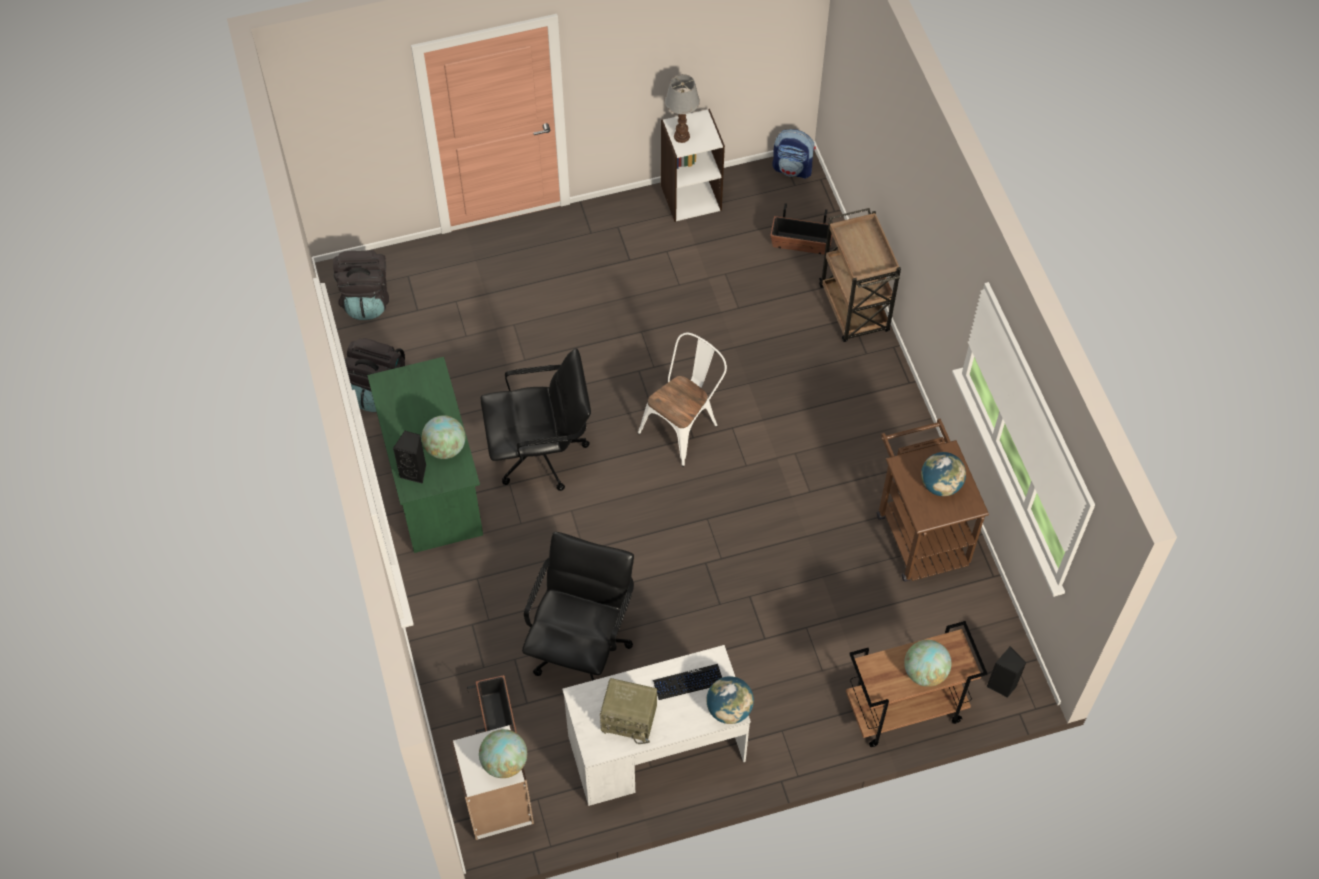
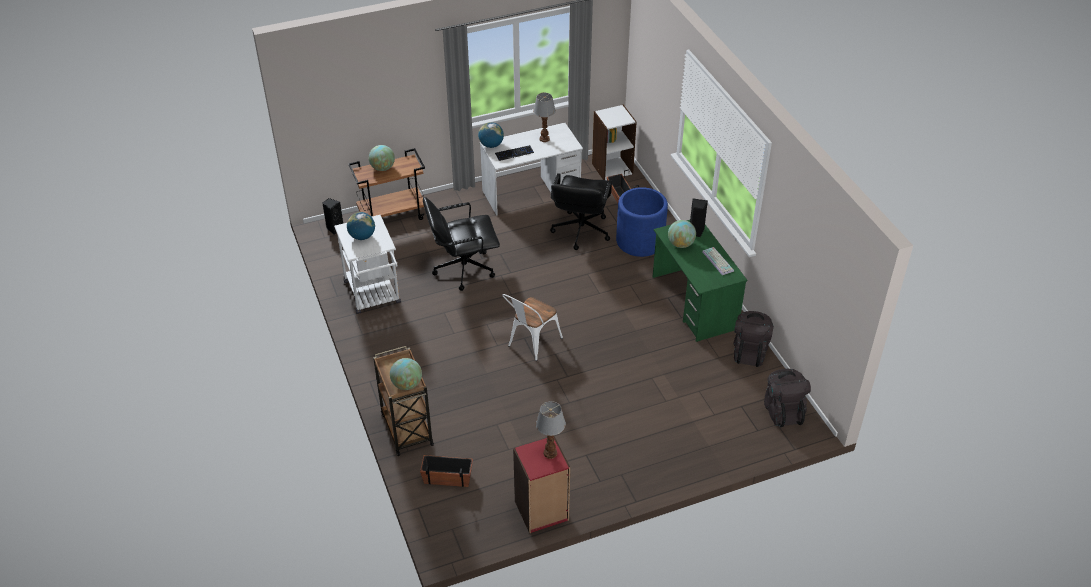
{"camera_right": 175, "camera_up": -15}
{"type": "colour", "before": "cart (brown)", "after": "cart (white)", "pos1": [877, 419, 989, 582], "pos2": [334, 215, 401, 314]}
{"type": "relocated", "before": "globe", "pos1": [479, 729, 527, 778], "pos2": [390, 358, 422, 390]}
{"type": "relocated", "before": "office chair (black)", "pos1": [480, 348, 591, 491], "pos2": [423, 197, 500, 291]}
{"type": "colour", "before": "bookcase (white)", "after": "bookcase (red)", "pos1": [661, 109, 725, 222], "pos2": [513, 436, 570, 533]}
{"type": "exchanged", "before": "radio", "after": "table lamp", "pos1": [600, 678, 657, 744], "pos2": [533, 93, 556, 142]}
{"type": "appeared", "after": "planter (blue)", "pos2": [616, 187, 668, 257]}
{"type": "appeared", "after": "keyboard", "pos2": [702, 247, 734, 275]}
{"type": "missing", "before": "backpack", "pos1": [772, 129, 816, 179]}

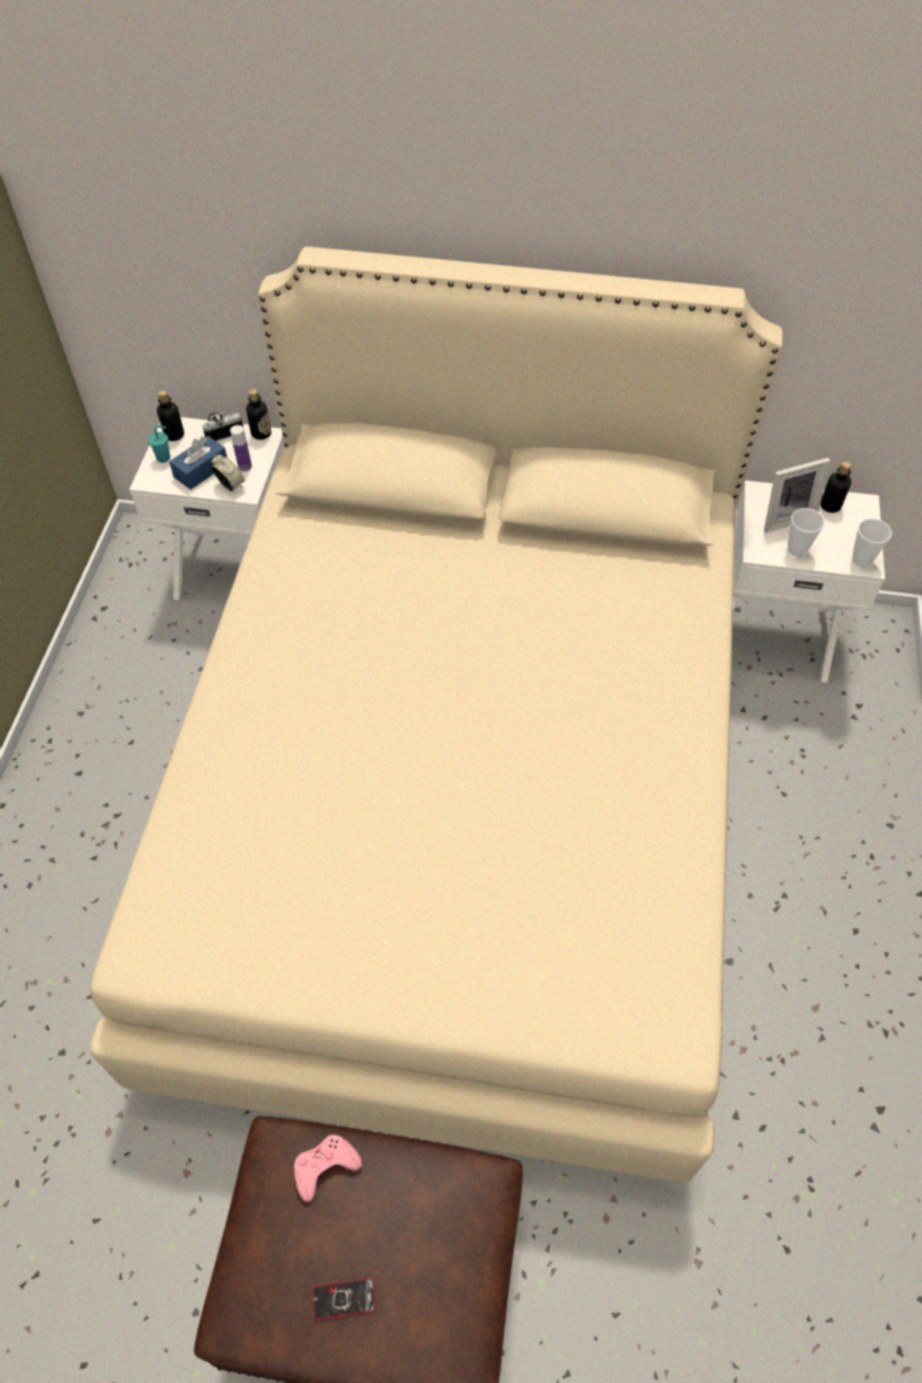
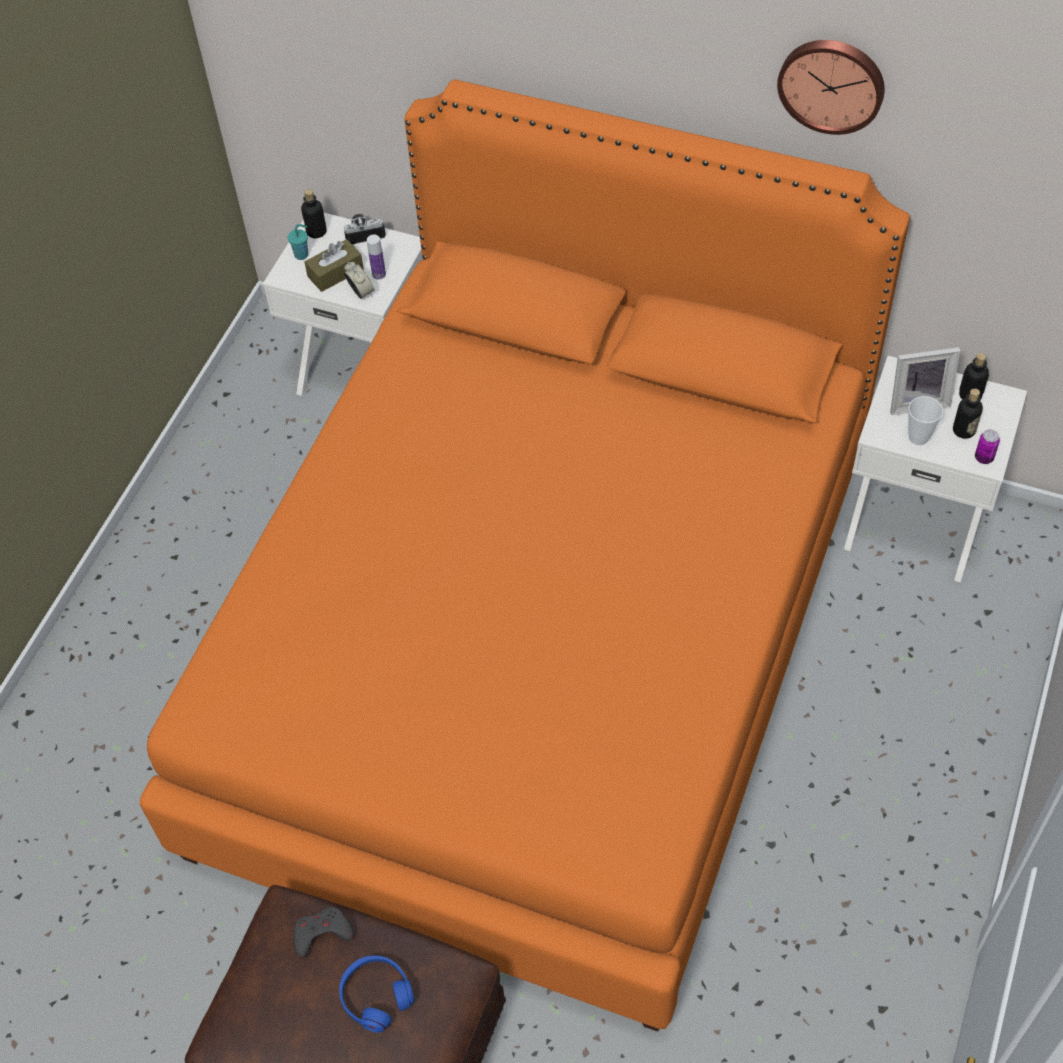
{"camera_right": 15, "camera_up": 0}
{"type": "colour", "before": "bed (beige)", "after": "bed (orange)", "pos1": [90, 246, 783, 1183], "pos2": [140, 79, 910, 1032]}
{"type": "colour", "before": "game controller (pink)", "after": "game controller (grey)", "pos1": [294, 1135, 362, 1202], "pos2": [293, 907, 354, 958]}
{"type": "colour", "before": "tissue box (blue)", "after": "tissue box (brown)", "pos1": [169, 436, 227, 490], "pos2": [304, 239, 364, 292]}
{"type": "appeared", "after": "headphones (blue)", "pos2": [339, 956, 414, 1033]}
{"type": "appeared", "after": "wall clock", "pos2": [777, 40, 885, 135]}
{"type": "relocated", "before": "bottle", "pos1": [246, 389, 271, 440], "pos2": [953, 388, 983, 439]}
{"type": "exchanged", "before": "cup", "after": "can", "pos1": [852, 519, 892, 568], "pos2": [975, 429, 1000, 464]}
{"type": "missing", "before": "phone", "pos1": [312, 1278, 376, 1320]}

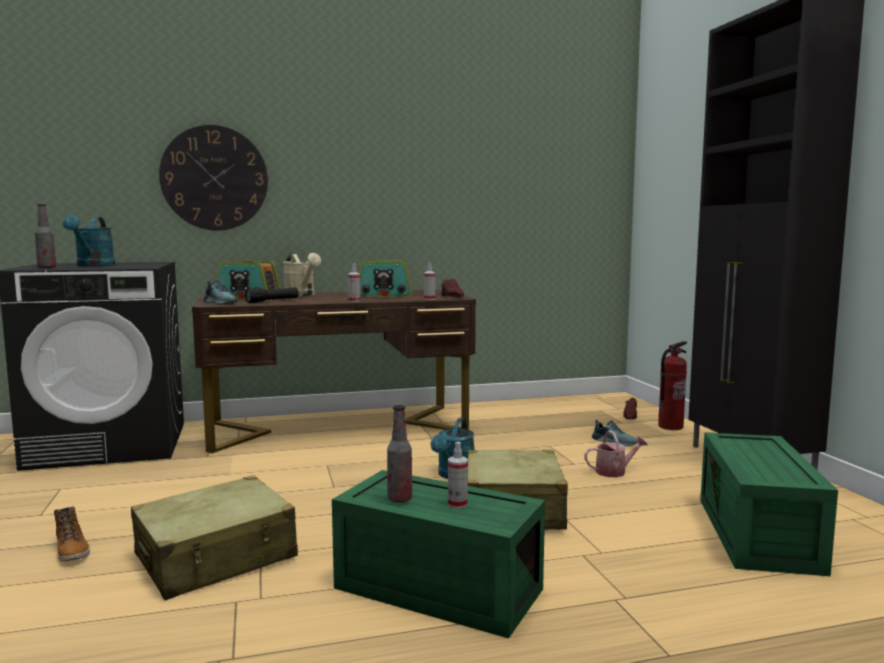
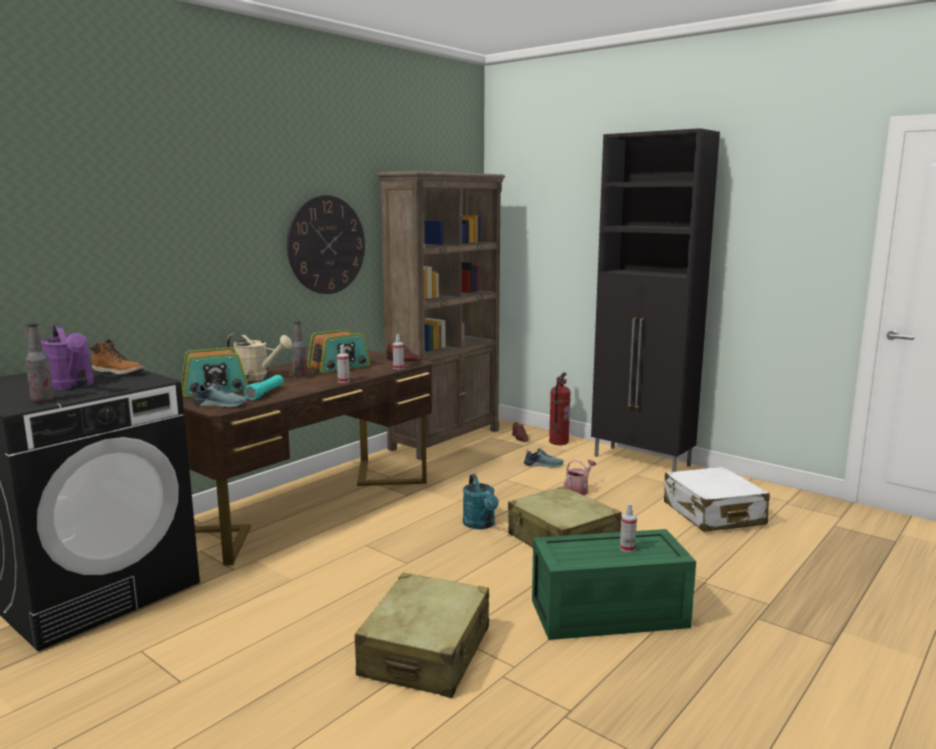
{"camera_right": -35, "camera_up": 5}
{"type": "colour", "before": "watering can (turquoise)", "after": "watering can (purple)", "pos1": [62, 215, 115, 266], "pos2": [41, 324, 94, 390]}
{"type": "relocated", "before": "boot", "pos1": [54, 507, 90, 562], "pos2": [90, 339, 144, 375]}
{"type": "colour", "before": "flashlight (black)", "after": "flashlight (turquoise)", "pos1": [245, 288, 299, 303], "pos2": [244, 375, 284, 400]}
{"type": "relocated", "before": "wall clock", "pos1": [159, 125, 268, 230], "pos2": [287, 195, 365, 294]}
{"type": "relocated", "before": "bottle", "pos1": [387, 405, 412, 503], "pos2": [292, 321, 307, 377]}
{"type": "appeared", "after": "bookcase (brown)", "pos2": [377, 171, 505, 460]}
{"type": "exchanged", "before": "storage box (green)", "after": "suitcase (white)", "pos1": [700, 432, 838, 576], "pos2": [664, 467, 770, 532]}

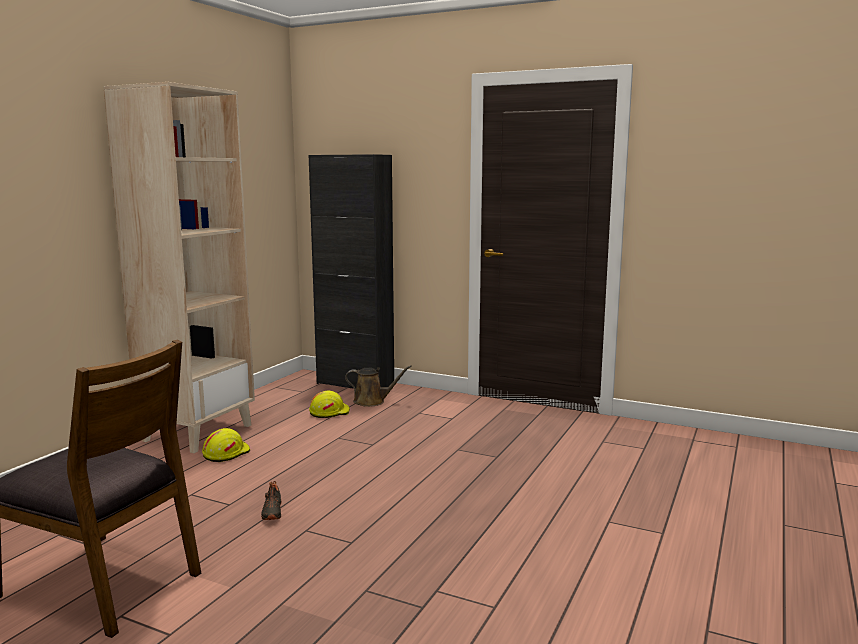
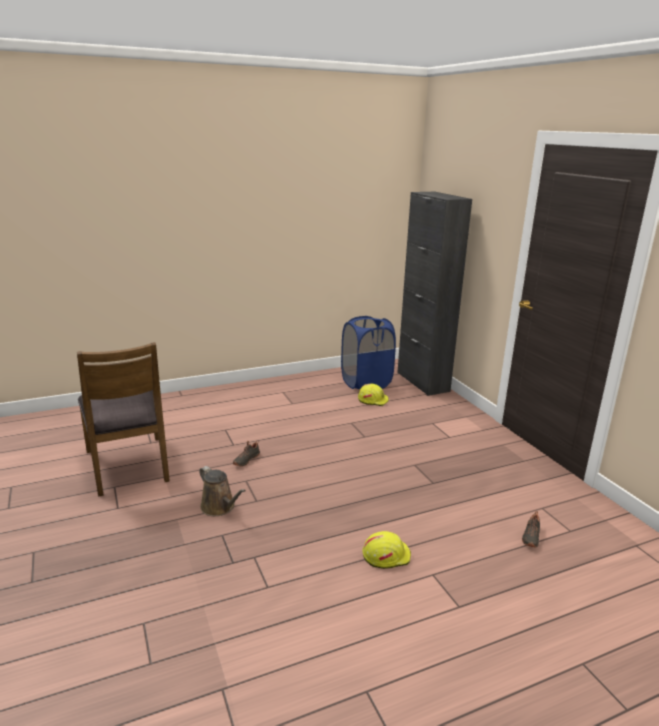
{"camera_right": 40, "camera_up": 10}
{"type": "relocated", "before": "watering can (brown)", "pos1": [345, 365, 412, 407], "pos2": [199, 466, 246, 516]}
{"type": "appeared", "after": "laundry basket (blue)", "pos2": [341, 316, 396, 389]}
{"type": "relocated", "before": "hard hat (yellow)", "pos1": [202, 428, 250, 462], "pos2": [363, 531, 411, 569]}
{"type": "appeared", "after": "shoe (black)", "pos2": [522, 511, 540, 548]}
{"type": "missing", "before": "bookcase (beige)", "pos1": [103, 82, 255, 453]}

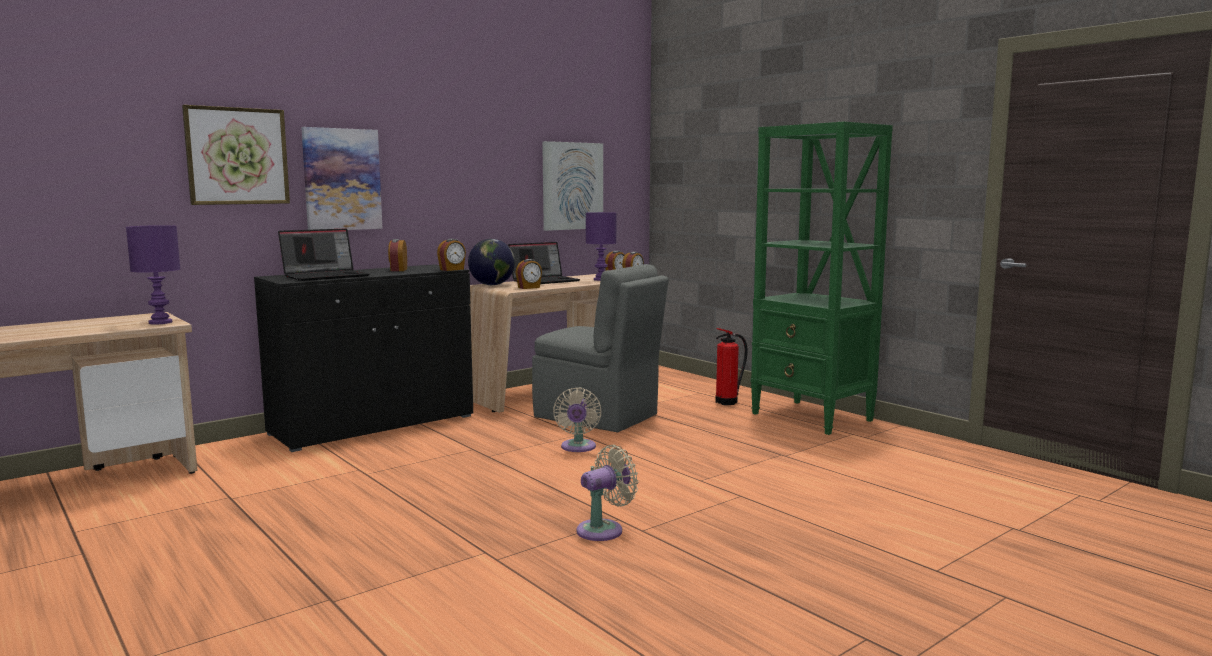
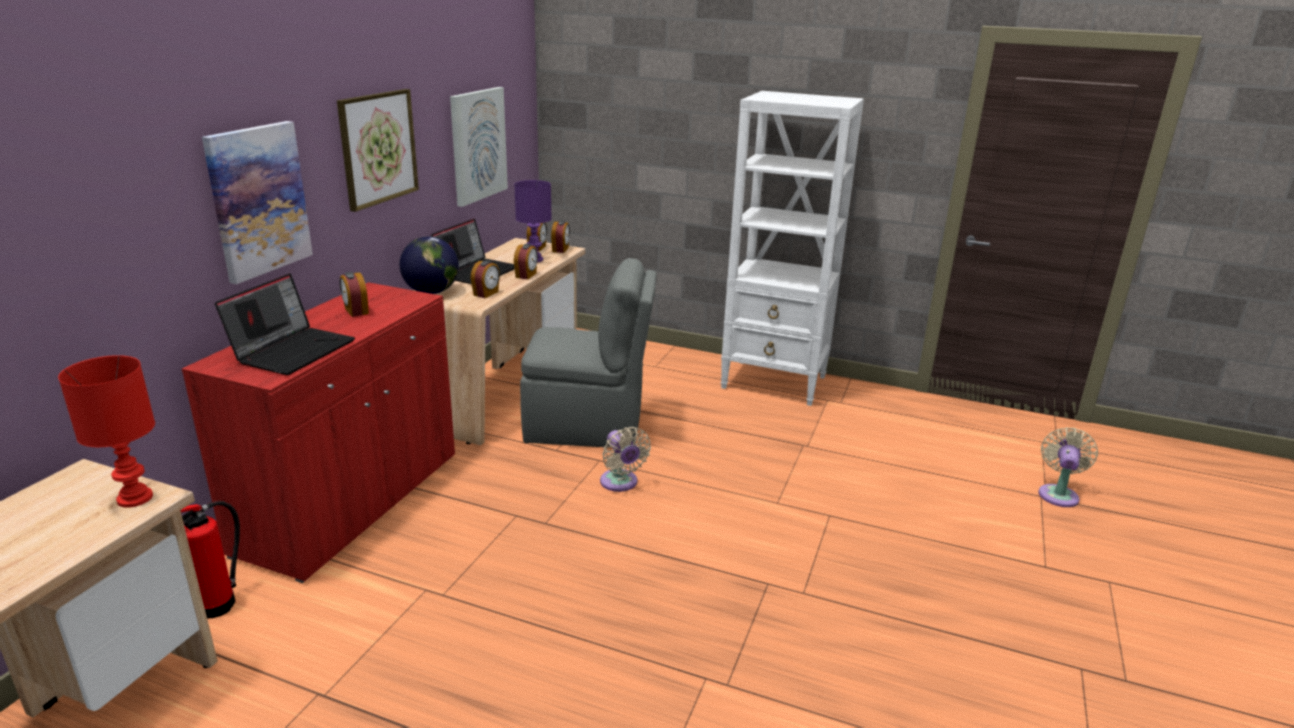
{"camera_right": -30, "camera_up": 15}
{"type": "colour", "before": "table lamp (purple)", "after": "table lamp (red)", "pos1": [126, 225, 180, 325], "pos2": [58, 355, 155, 508]}
{"type": "relocated", "before": "fire extinguisher", "pos1": [715, 328, 748, 405], "pos2": [180, 501, 240, 618]}
{"type": "colour", "before": "cabinet (black)", "after": "cabinet (red)", "pos1": [254, 264, 473, 452], "pos2": [182, 282, 455, 583]}
{"type": "relocated", "before": "picture", "pos1": [182, 105, 290, 205], "pos2": [337, 89, 419, 212]}
{"type": "relocated", "before": "alarm clock", "pos1": [437, 239, 466, 271], "pos2": [514, 244, 538, 279]}
{"type": "colour", "before": "bookcase (green)", "after": "bookcase (white)", "pos1": [751, 122, 893, 435], "pos2": [721, 91, 864, 406]}
{"type": "relocated", "before": "fan (beige)", "pos1": [576, 444, 639, 541], "pos2": [1038, 427, 1098, 507]}

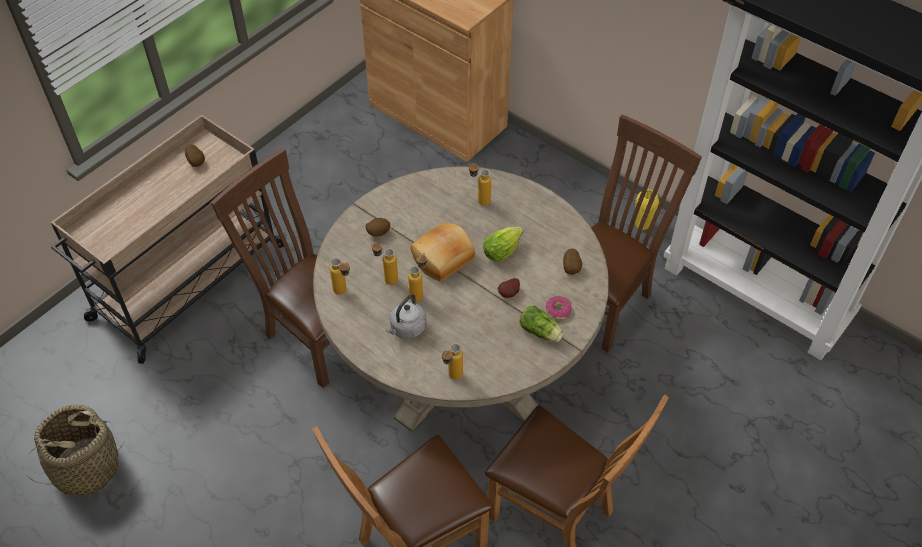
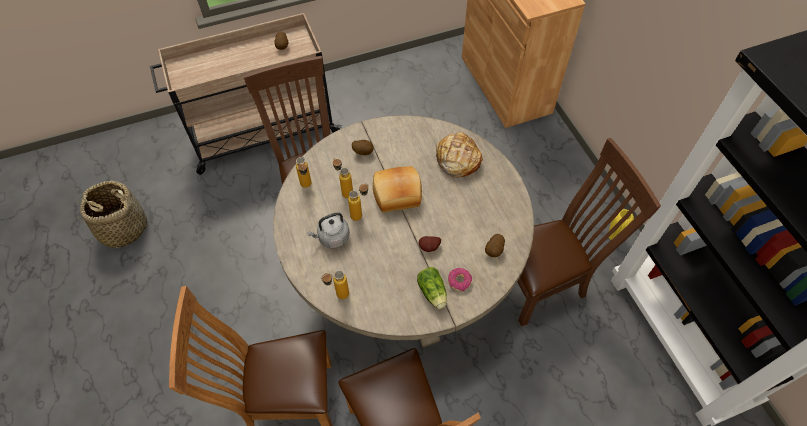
{"camera_right": 30, "camera_up": 5}
{"type": "exchanged", "before": "bottle", "after": "bread", "pos1": [468, 163, 491, 206], "pos2": [434, 132, 483, 177]}
{"type": "missing", "before": "lettuce", "pos1": [483, 227, 523, 262]}

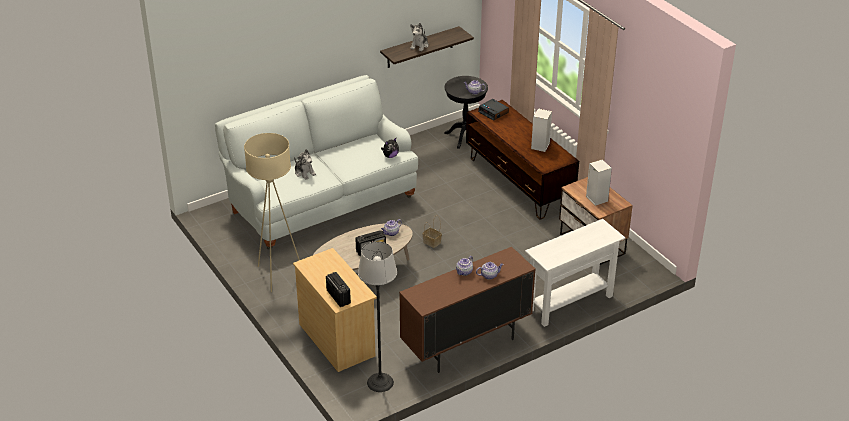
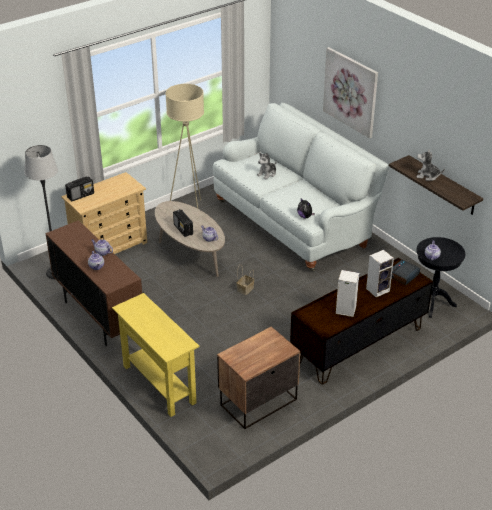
{"camera_right": 85, "camera_up": 0}
{"type": "colour", "before": "console table (white)", "after": "console table (yellow)", "pos1": [525, 219, 625, 327], "pos2": [112, 293, 199, 417]}
{"type": "appeared", "after": "picture", "pos2": [323, 47, 378, 138]}
{"type": "relocated", "before": "speaker", "pos1": [586, 159, 612, 206], "pos2": [366, 250, 394, 297]}

